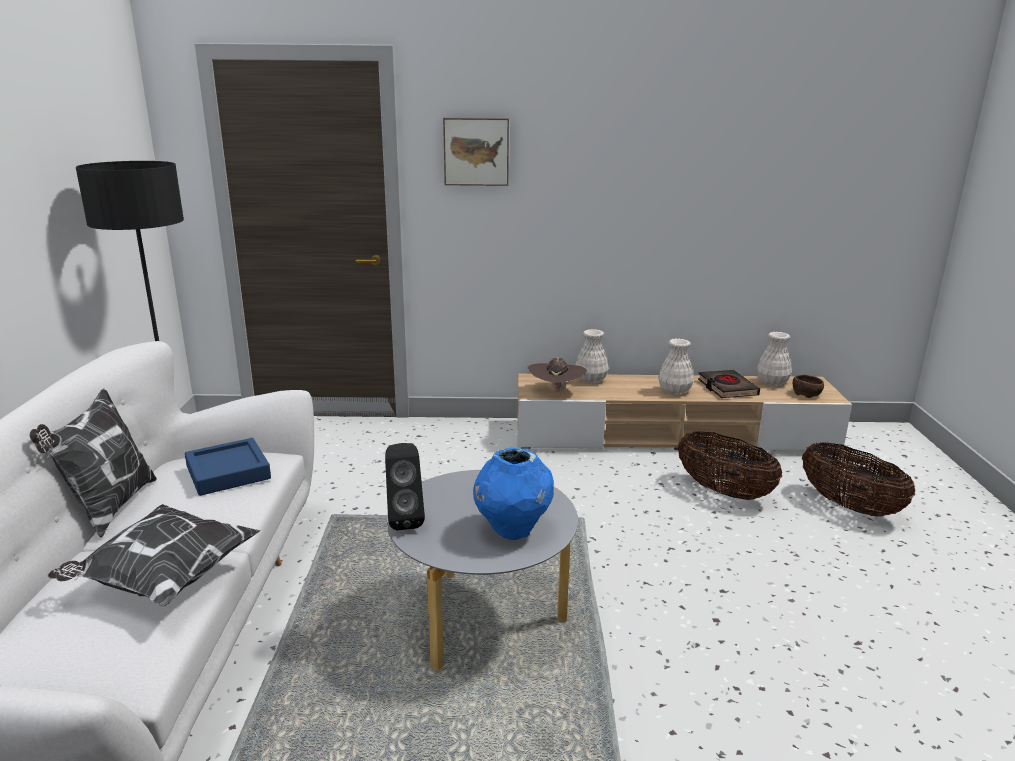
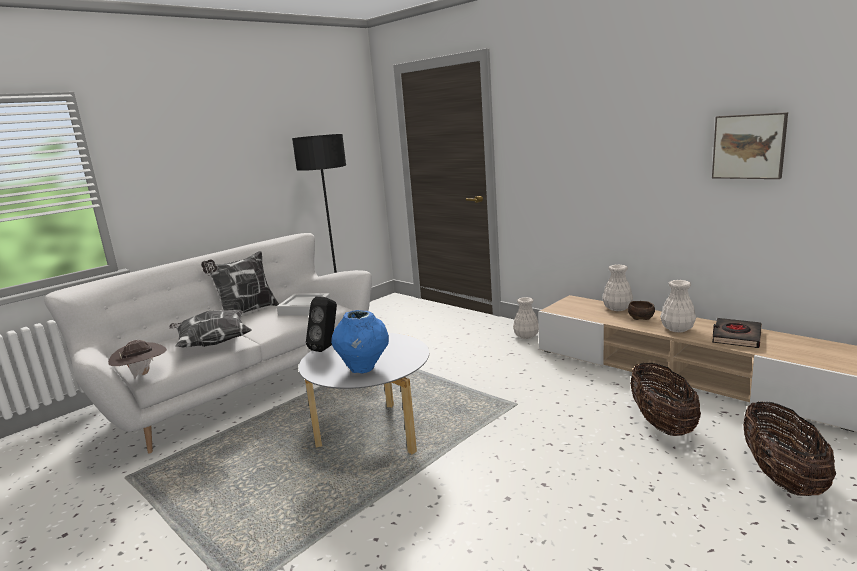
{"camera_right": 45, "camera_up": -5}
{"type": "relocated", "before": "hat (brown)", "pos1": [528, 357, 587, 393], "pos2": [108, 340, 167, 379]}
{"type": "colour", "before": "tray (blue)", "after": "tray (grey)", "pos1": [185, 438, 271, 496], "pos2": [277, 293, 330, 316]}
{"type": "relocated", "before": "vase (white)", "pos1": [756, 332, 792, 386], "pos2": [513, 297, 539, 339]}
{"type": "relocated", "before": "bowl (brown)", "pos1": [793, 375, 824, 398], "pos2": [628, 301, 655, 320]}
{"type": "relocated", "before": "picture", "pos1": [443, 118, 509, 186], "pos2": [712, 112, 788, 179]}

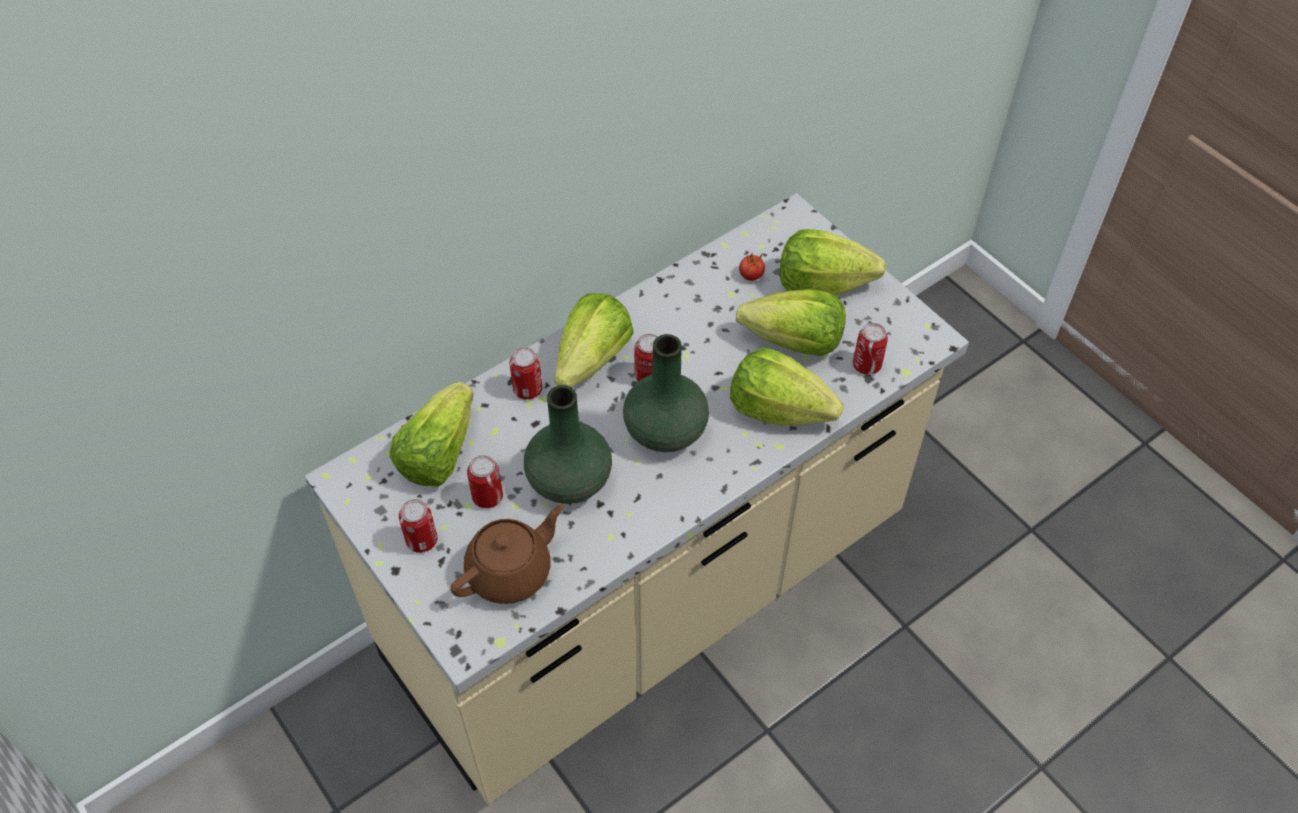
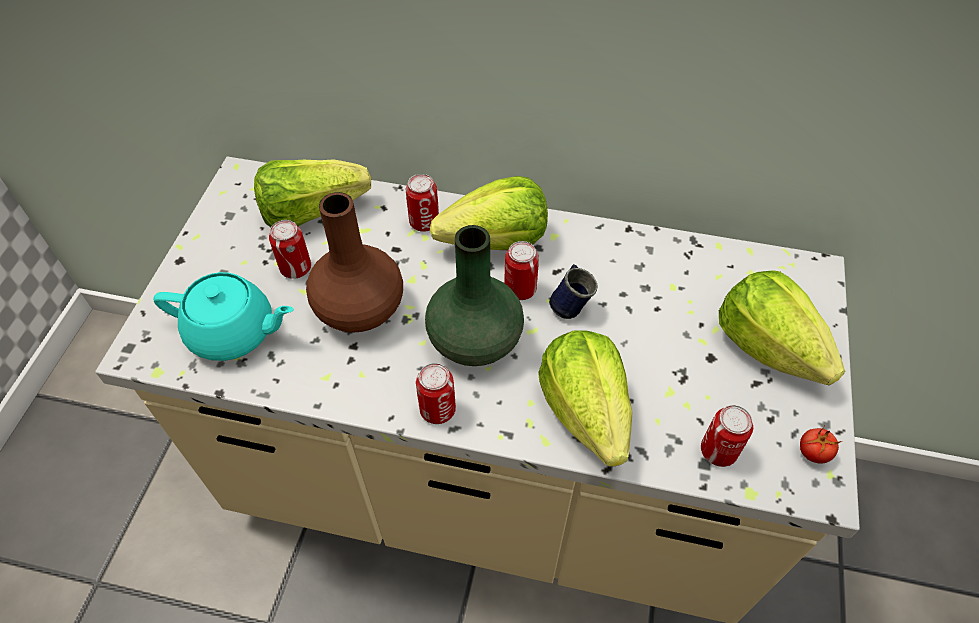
{"camera_right": 50, "camera_up": 0}
{"type": "colour", "before": "teapot (brown)", "after": "teapot (turquoise)", "pos1": [450, 504, 564, 604], "pos2": [153, 272, 294, 361]}
{"type": "colour", "before": "vase (green)", "after": "vase (brown)", "pos1": [524, 385, 612, 504], "pos2": [306, 192, 403, 333]}
{"type": "relocated", "before": "can", "pos1": [399, 499, 437, 553], "pos2": [416, 363, 456, 424]}
{"type": "appeared", "after": "mug (blue)", "pos2": [549, 264, 598, 319]}
{"type": "relocated", "before": "tomato", "pos1": [739, 253, 765, 281], "pos2": [800, 425, 842, 464]}
{"type": "missing", "before": "lettuce", "pos1": [736, 289, 846, 356]}

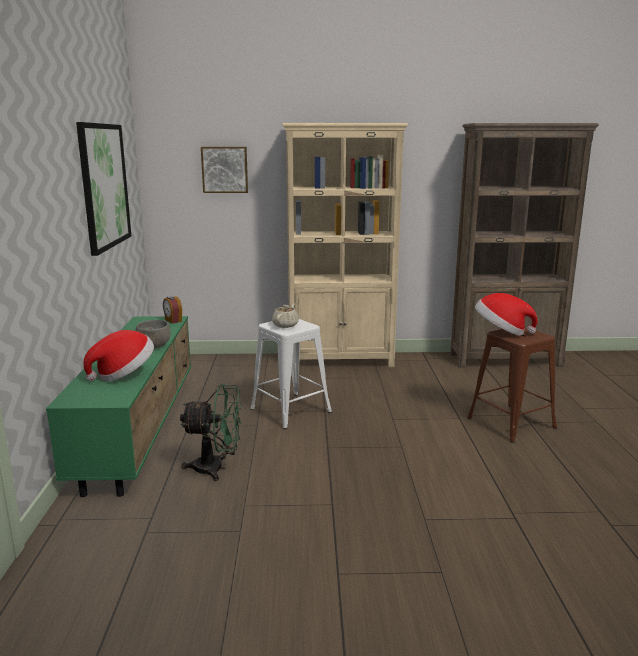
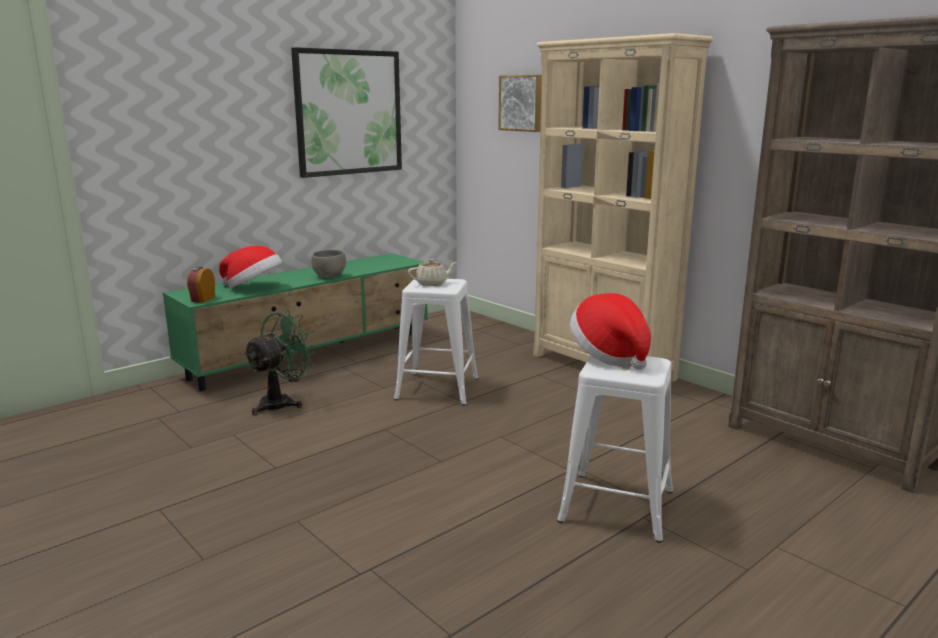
{"camera_right": 50, "camera_up": 0}
{"type": "relocated", "before": "alarm clock", "pos1": [163, 296, 182, 324], "pos2": [187, 266, 215, 303]}
{"type": "spun", "before": "fan (green)", "pos1": [180, 384, 242, 481], "pos2": [243, 310, 319, 415], "turn": -105}
{"type": "colour", "before": "stool (brown)", "after": "stool (white)", "pos1": [467, 327, 557, 443], "pos2": [557, 356, 673, 543]}

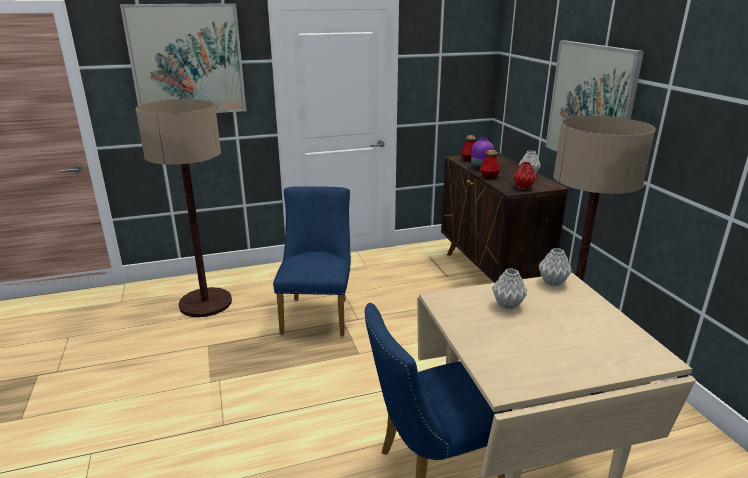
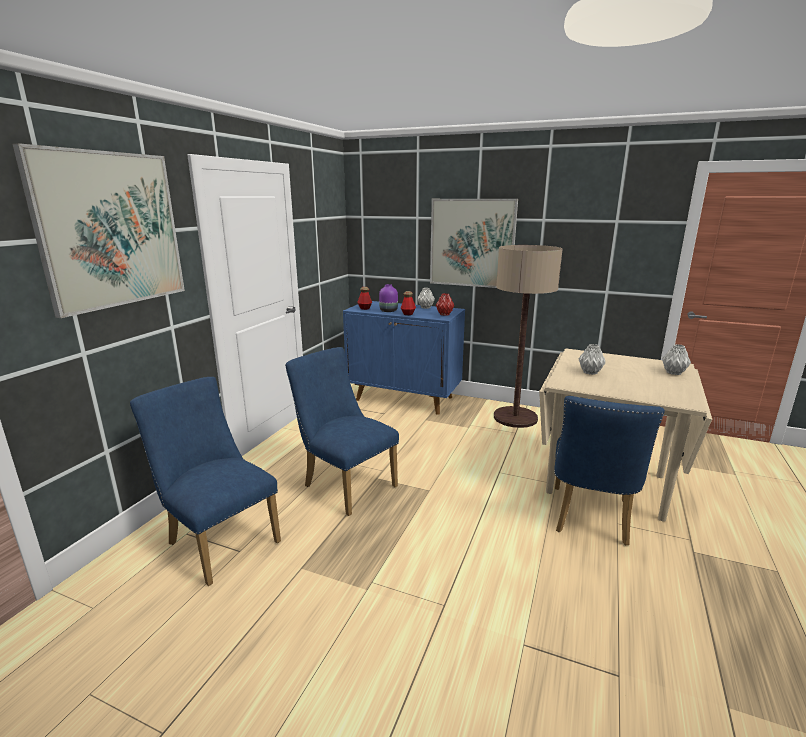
{"camera_right": -50, "camera_up": -5}
{"type": "exchanged", "before": "floor lamp", "after": "chair (blue)", "pos1": [136, 99, 232, 317], "pos2": [130, 377, 281, 586]}
{"type": "colour", "before": "cabinet (brown)", "after": "cabinet (blue)", "pos1": [441, 152, 568, 283], "pos2": [343, 301, 465, 414]}
{"type": "relocated", "before": "vase (grey)", "pos1": [539, 248, 572, 286], "pos2": [662, 344, 691, 375]}

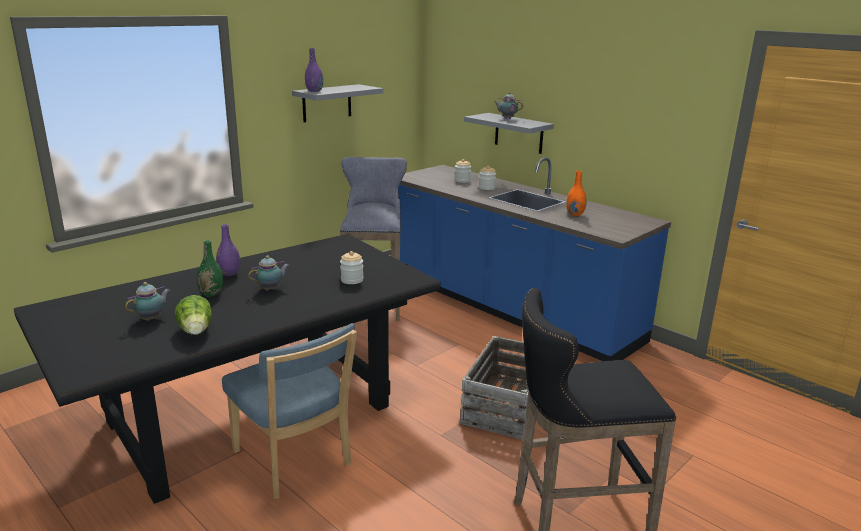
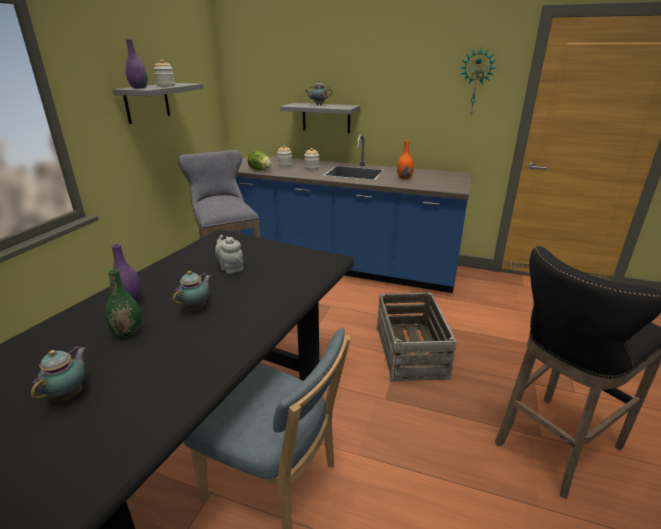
{"camera_right": -25, "camera_up": 5}
{"type": "relocated", "before": "jar", "pos1": [340, 251, 364, 284], "pos2": [154, 59, 175, 87]}
{"type": "appeared", "after": "teapot (grey)", "pos2": [215, 235, 243, 274]}
{"type": "relocated", "before": "lettuce", "pos1": [175, 295, 212, 335], "pos2": [247, 150, 272, 170]}
{"type": "appeared", "after": "wall clock", "pos2": [460, 48, 496, 115]}

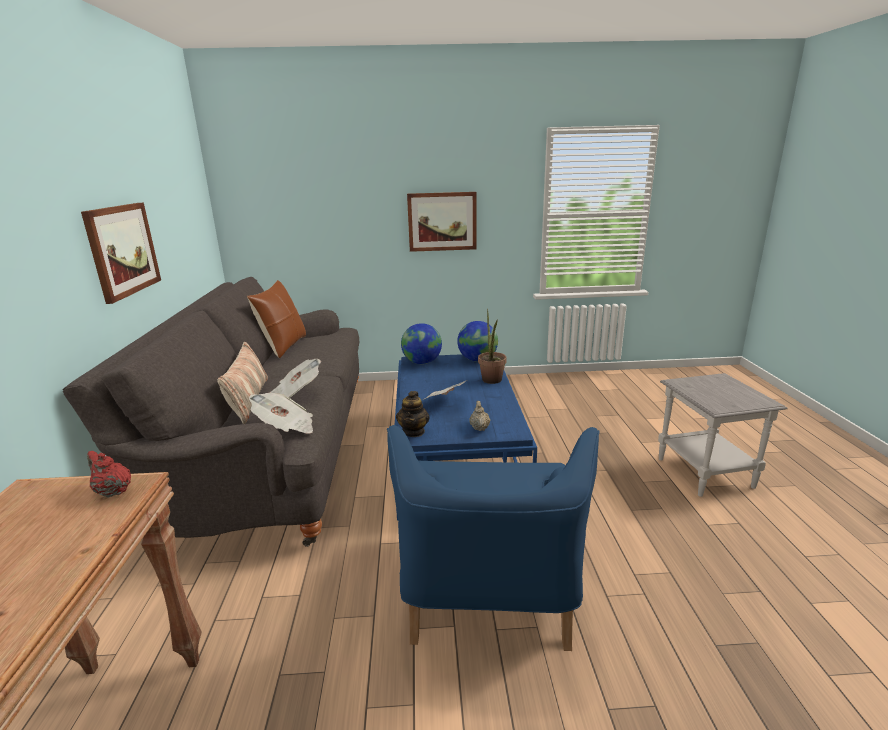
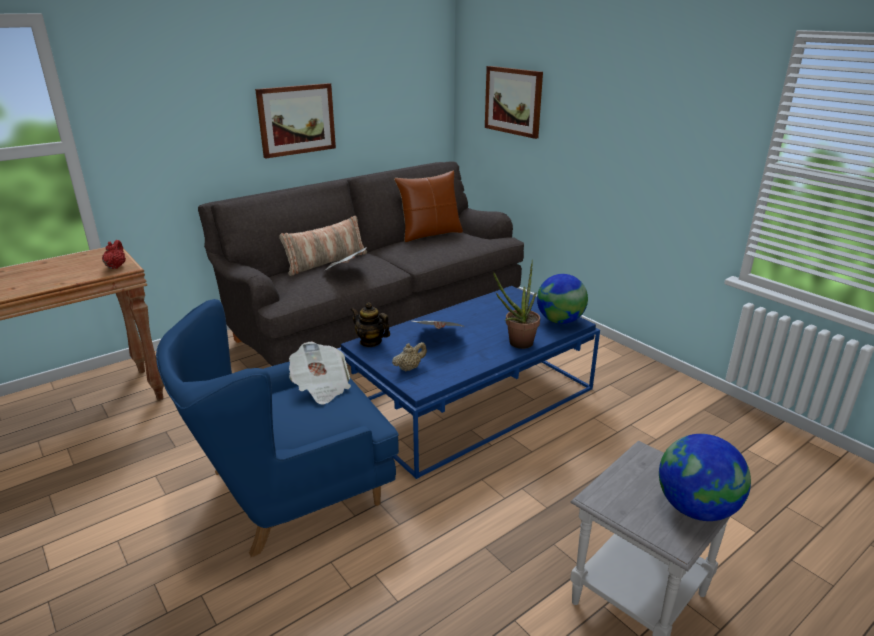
{"camera_right": 55, "camera_up": 5}
{"type": "relocated", "before": "newspaper", "pos1": [249, 393, 313, 434], "pos2": [289, 342, 351, 405]}
{"type": "spun", "before": "teapot", "pos1": [396, 391, 430, 437], "pos2": [351, 302, 390, 347], "turn": 60}
{"type": "relocated", "before": "picture", "pos1": [407, 192, 477, 252], "pos2": [485, 66, 543, 139]}
{"type": "relocated", "before": "globe", "pos1": [401, 323, 442, 364], "pos2": [659, 434, 751, 521]}

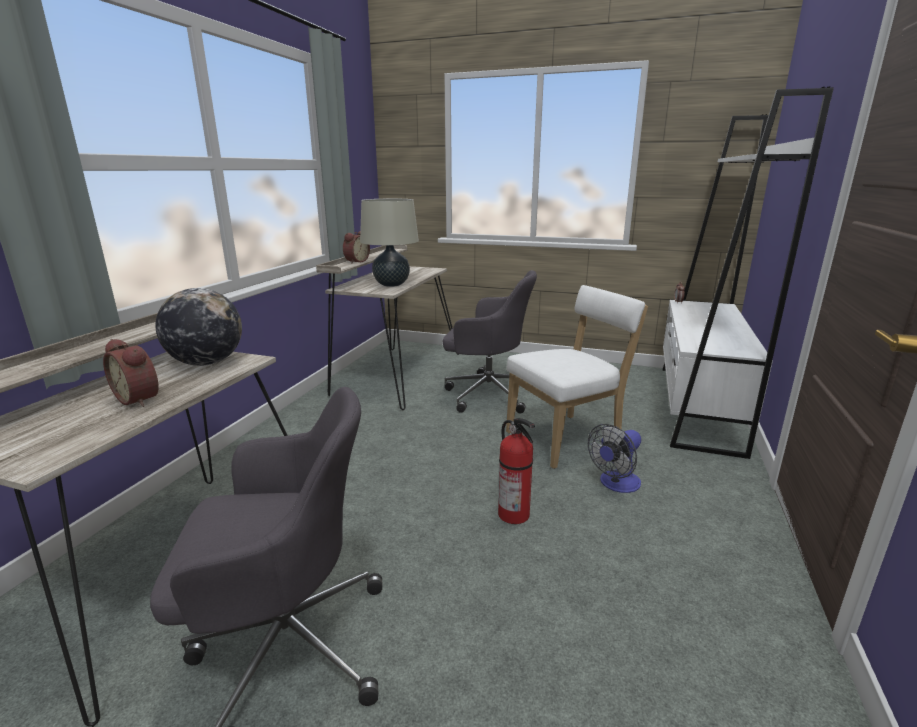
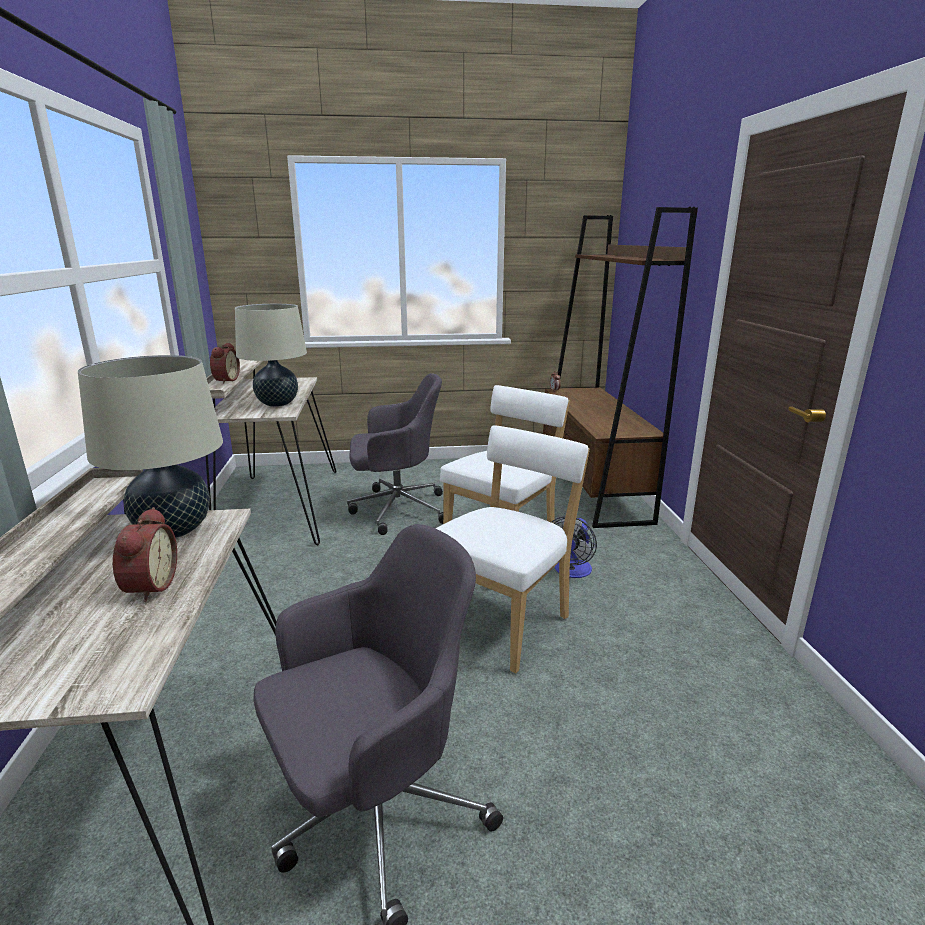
{"camera_right": -25, "camera_up": 0}
{"type": "exchanged", "before": "globe", "after": "table lamp (beige)", "pos1": [155, 288, 242, 366], "pos2": [78, 355, 223, 538]}
{"type": "spun", "before": "alarm clock", "pos1": [103, 339, 159, 407], "pos2": [112, 507, 177, 602], "turn": -105}
{"type": "exchanged", "before": "fire extinguisher", "after": "chair (white)", "pos1": [498, 418, 535, 524], "pos2": [436, 425, 590, 674]}
{"type": "colour", "before": "bookcase (white)", "after": "bookcase (brown)", "pos1": [663, 87, 834, 459], "pos2": [543, 207, 698, 528]}

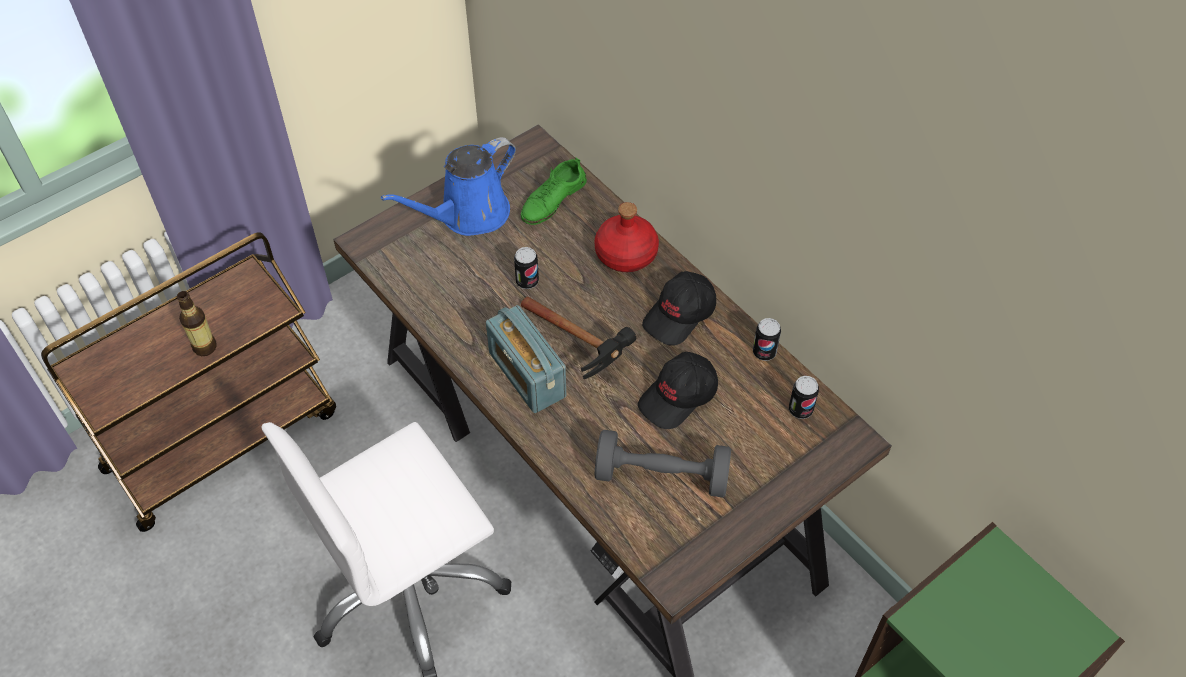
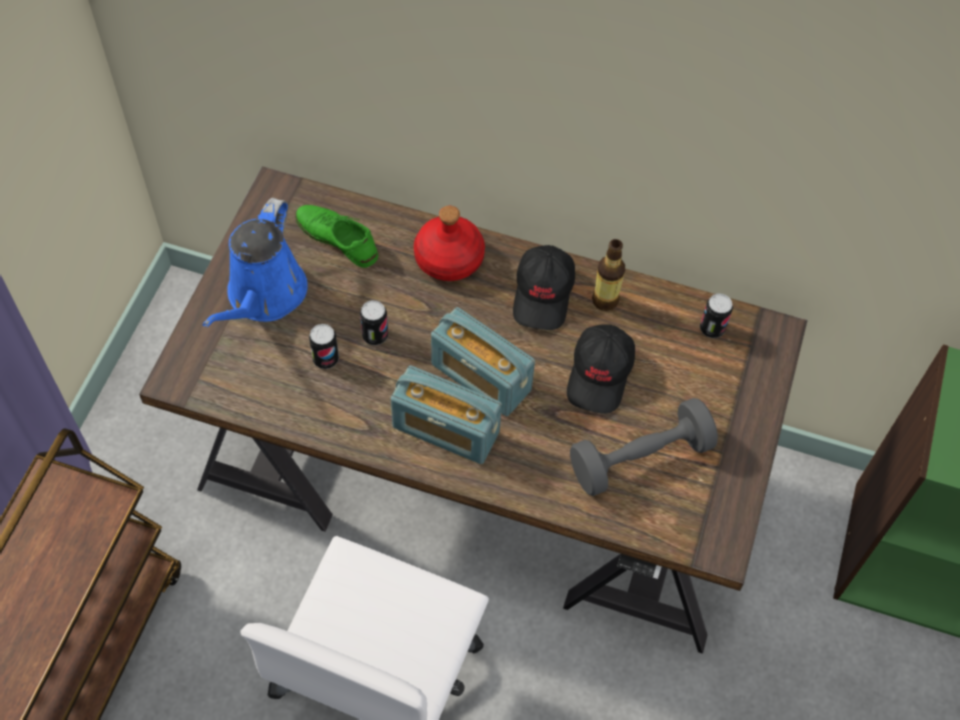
{"camera_right": -35, "camera_up": 5}
{"type": "spun", "before": "shoe (green)", "pos1": [521, 157, 587, 225], "pos2": [295, 205, 378, 268], "turn": 120}
{"type": "relocated", "before": "can", "pos1": [753, 318, 781, 361], "pos2": [309, 324, 339, 369]}
{"type": "exchanged", "before": "hammer", "after": "radio", "pos1": [521, 297, 636, 379], "pos2": [431, 307, 535, 416]}
{"type": "relocated", "before": "bottle", "pos1": [177, 291, 217, 356], "pos2": [592, 239, 625, 311]}

